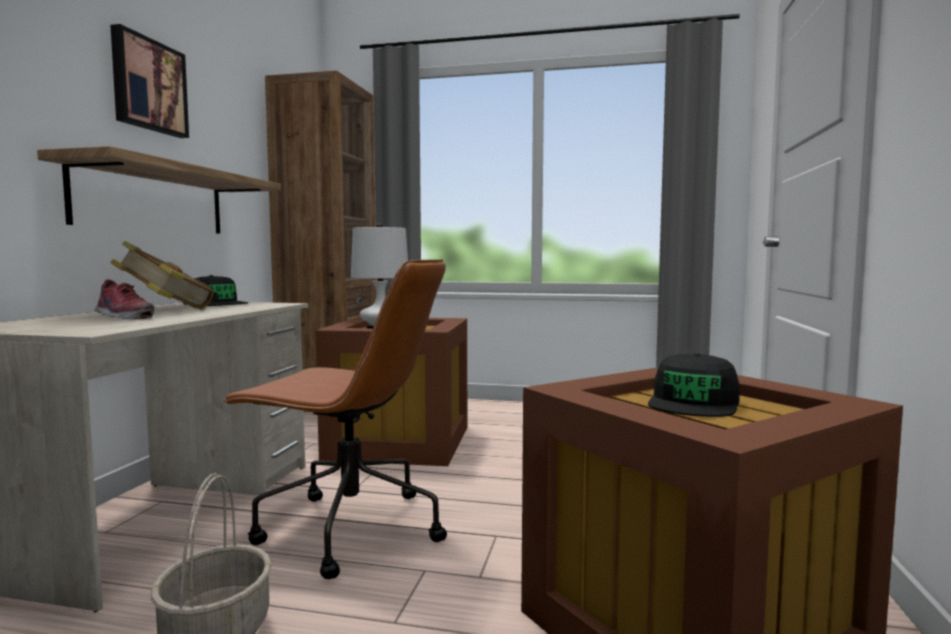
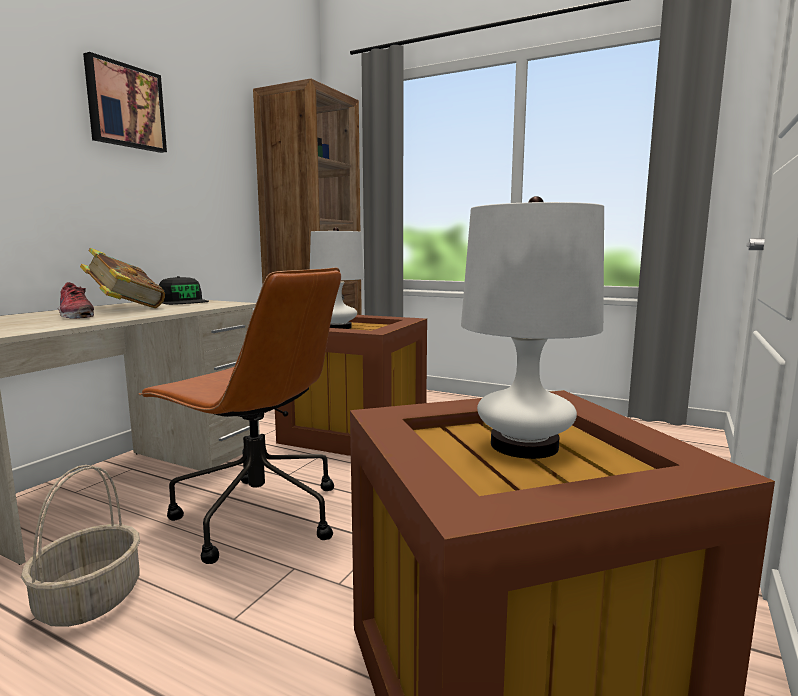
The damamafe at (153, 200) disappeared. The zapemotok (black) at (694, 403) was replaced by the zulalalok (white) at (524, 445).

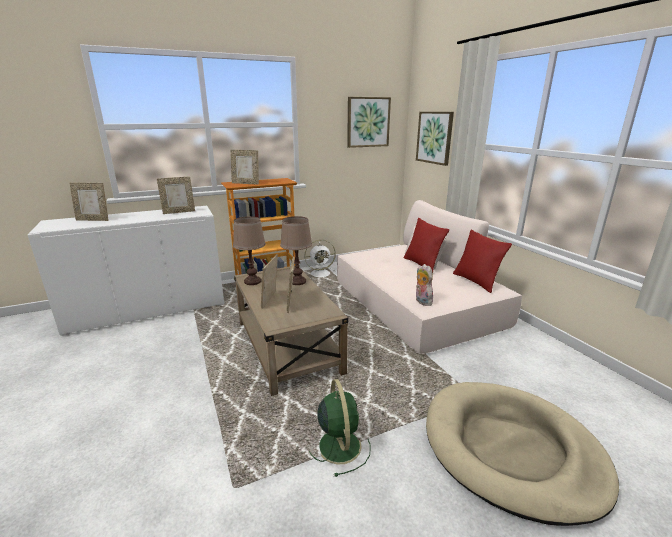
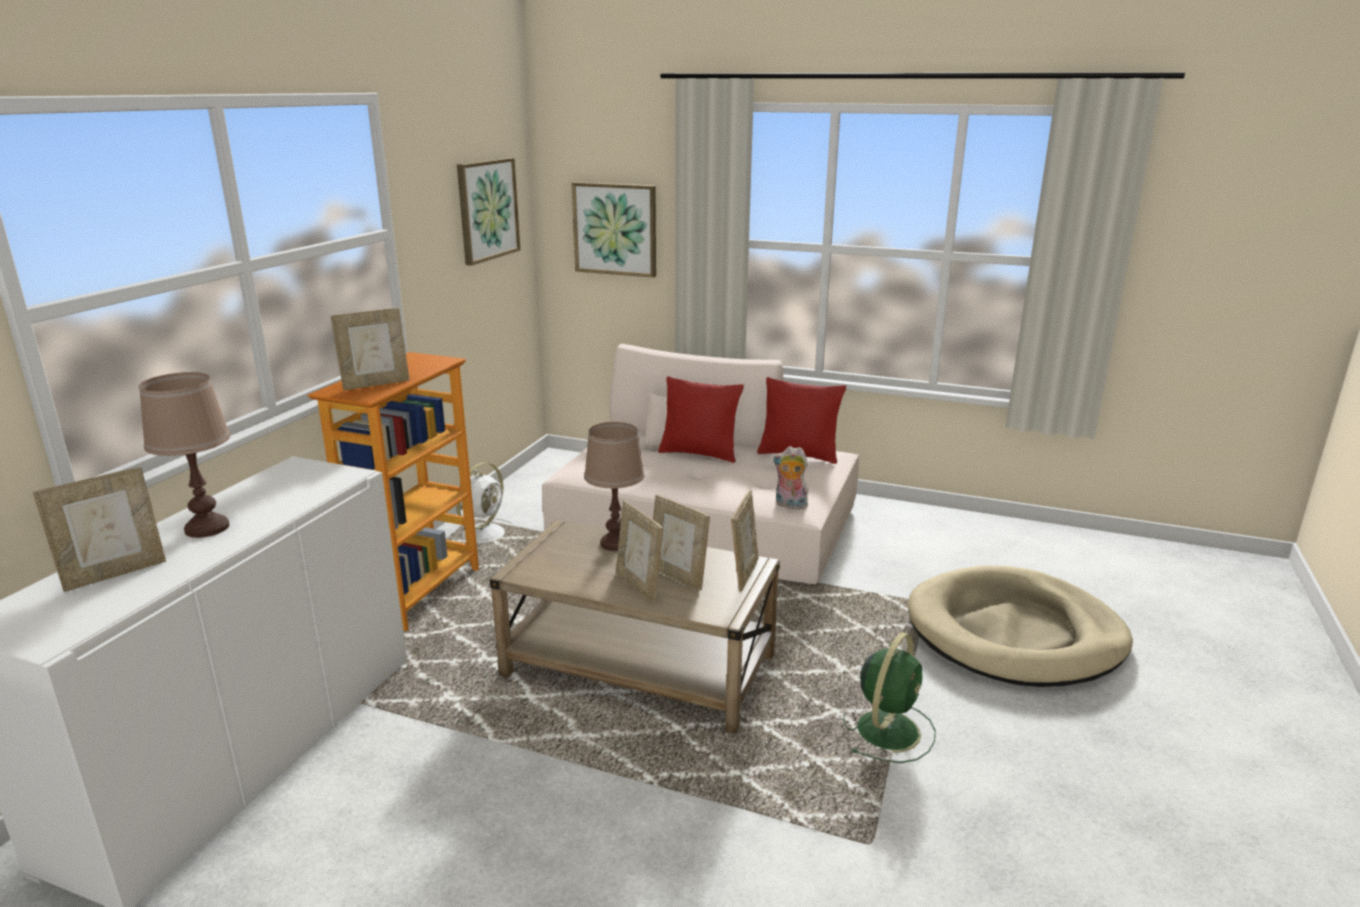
The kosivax moved from (179, 212) to (744, 574). The zulalalok (brown) moved from (252, 281) to (207, 528). The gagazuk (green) at (338, 444) turned 90 degrees clockwise.

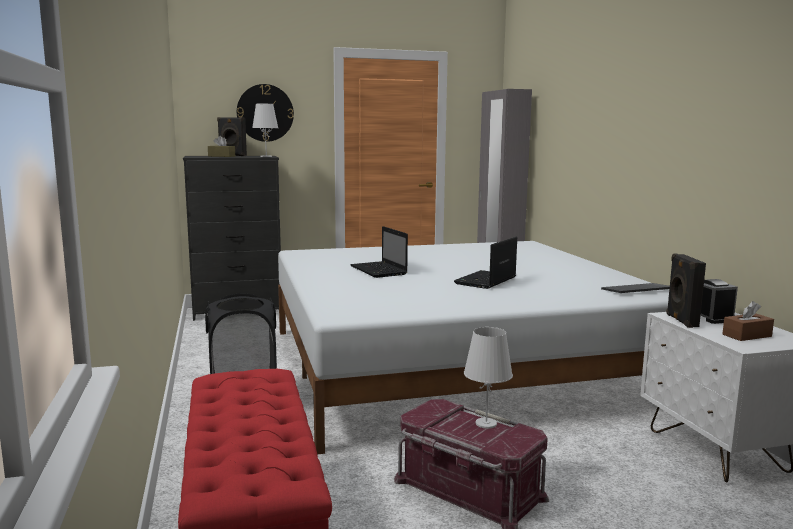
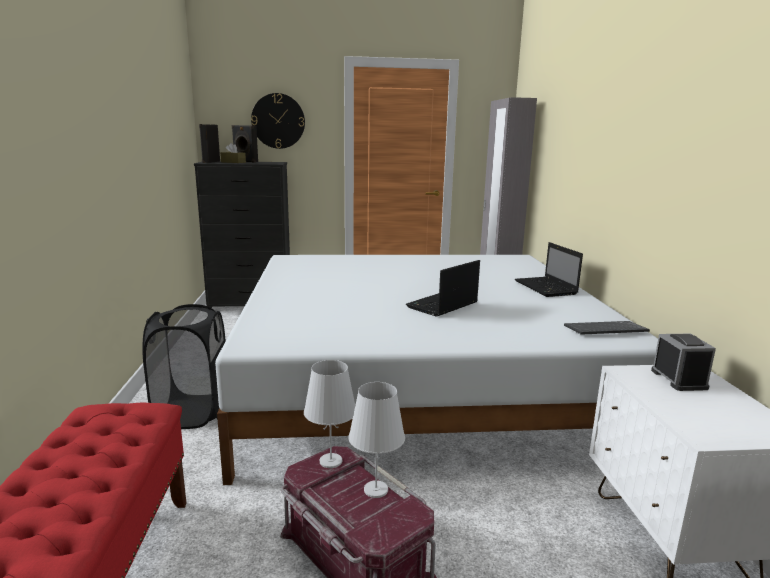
The zulalalok (white) moved from (266, 156) to (331, 461). The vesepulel moved from (379, 271) to (546, 288). The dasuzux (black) moved from (680, 320) to (210, 162). The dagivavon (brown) at (747, 335) disappeared.

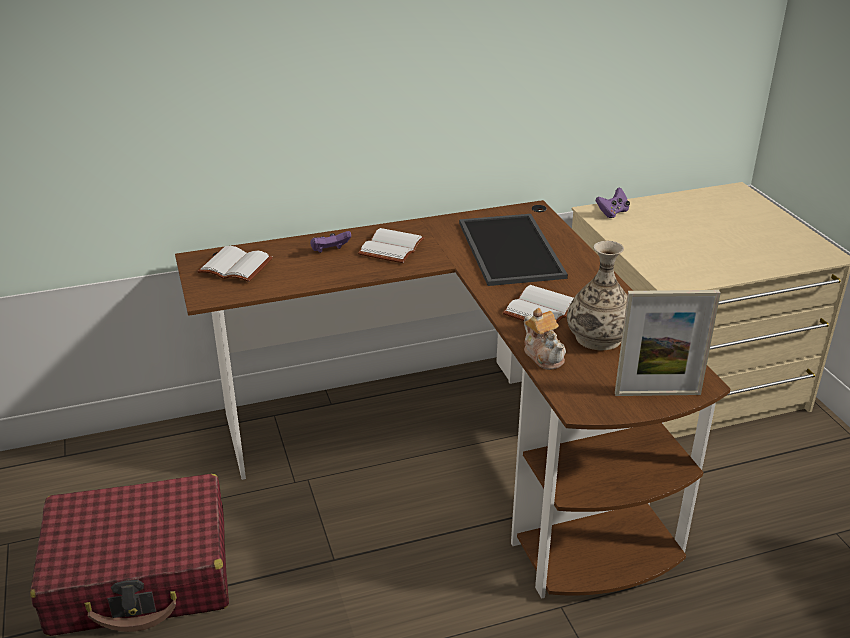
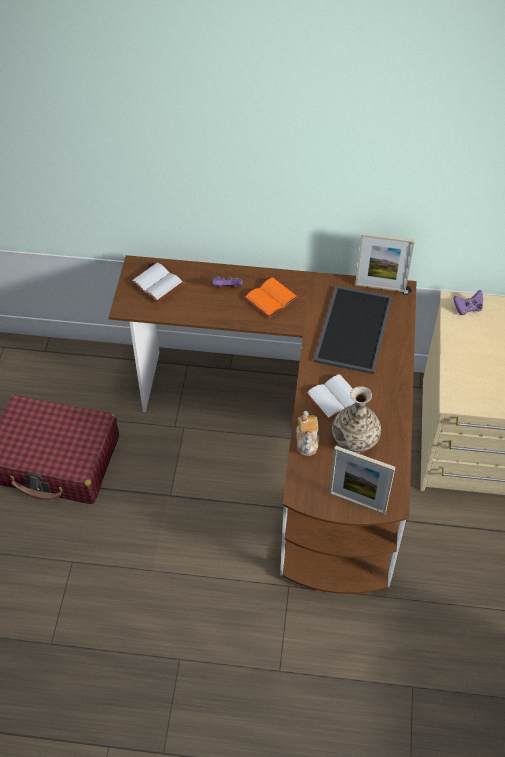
The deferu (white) at (393, 248) became the deferu (orange) at (271, 300). The kosivax at (380, 287) appeared.

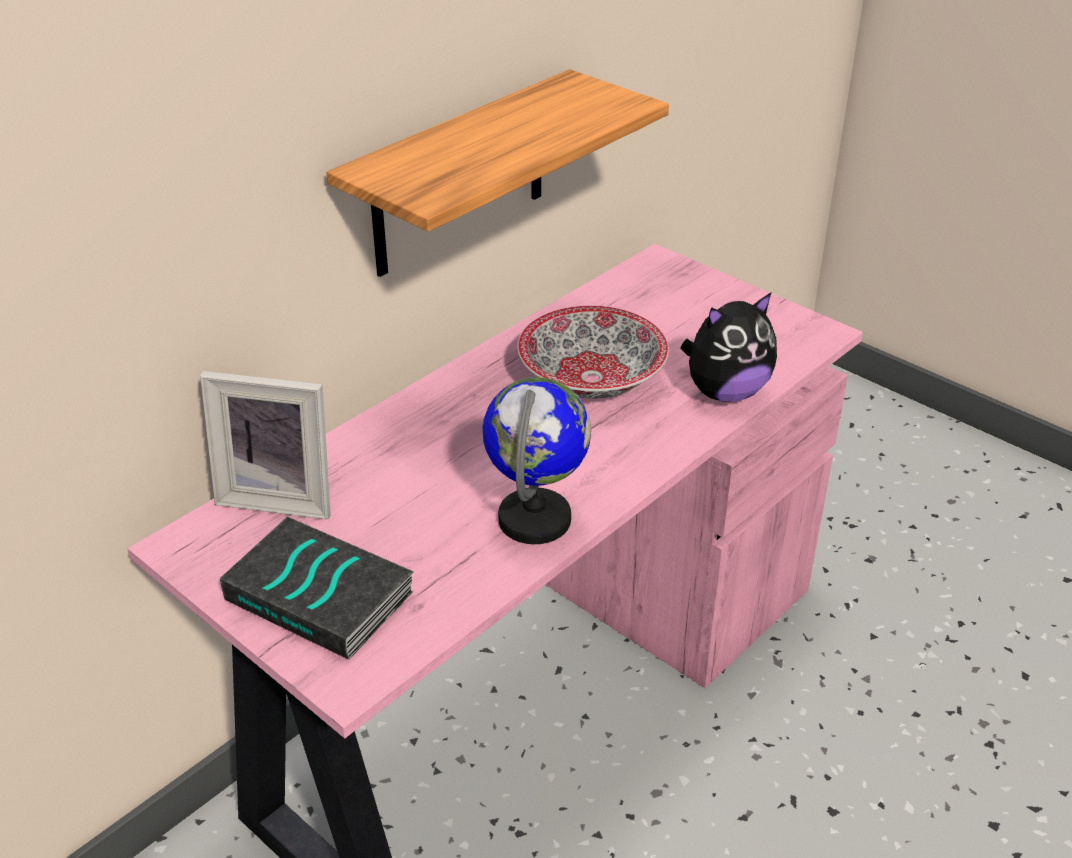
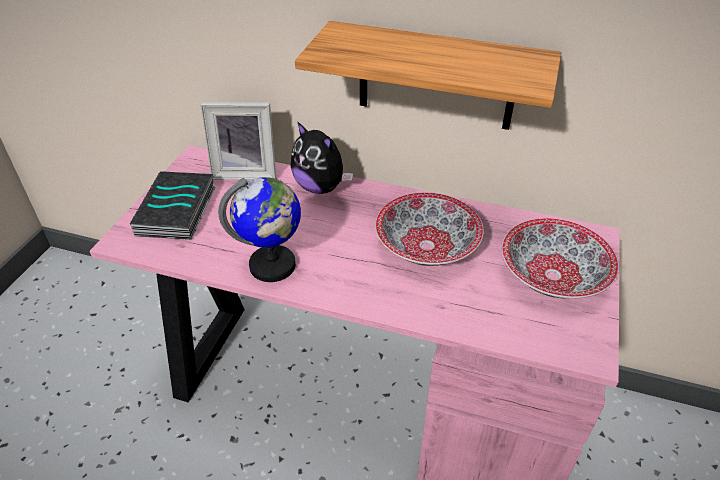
The kosivax at (280, 496) turned 75 degrees counterclockwise. The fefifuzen moved from (725, 392) to (320, 187). The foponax at (551, 276) appeared.

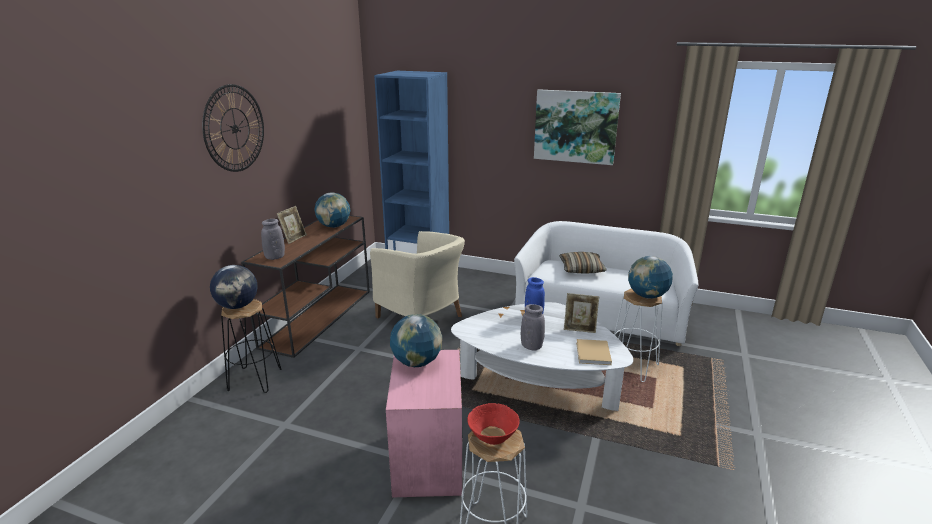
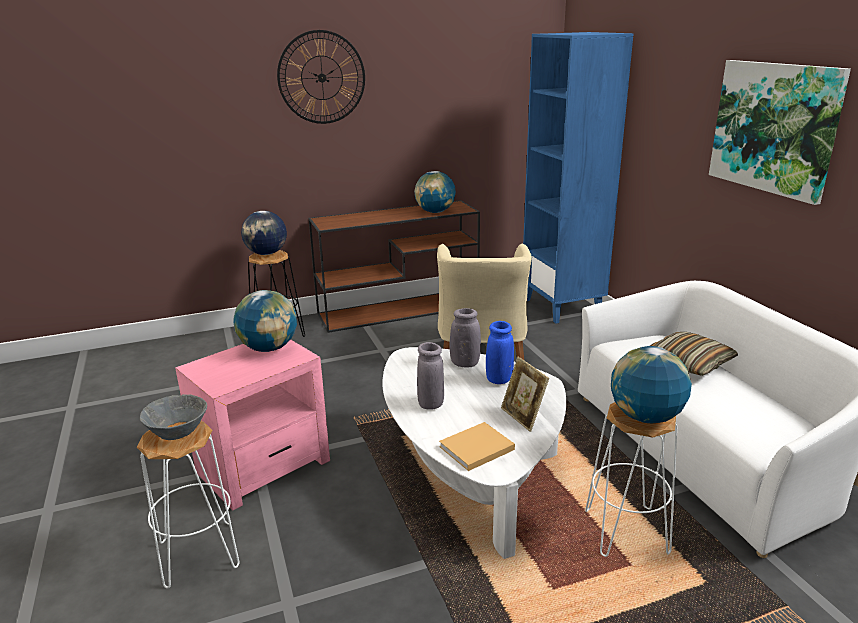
The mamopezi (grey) moved from (275, 257) to (465, 363). The kosivax at (294, 238) disappeared. The foponax (red) at (493, 435) became the foponax (grey) at (178, 431).

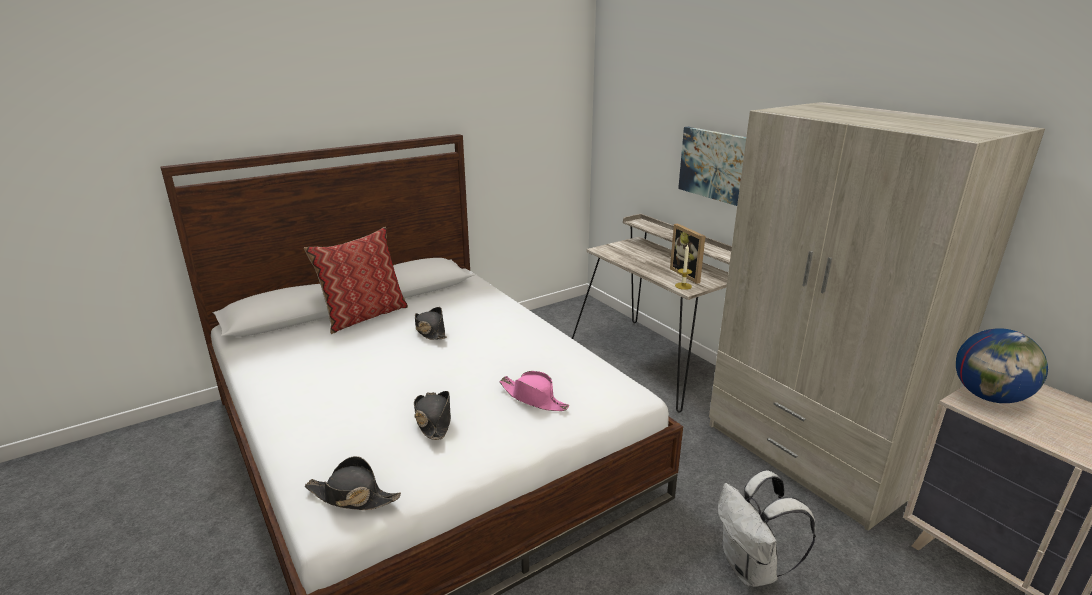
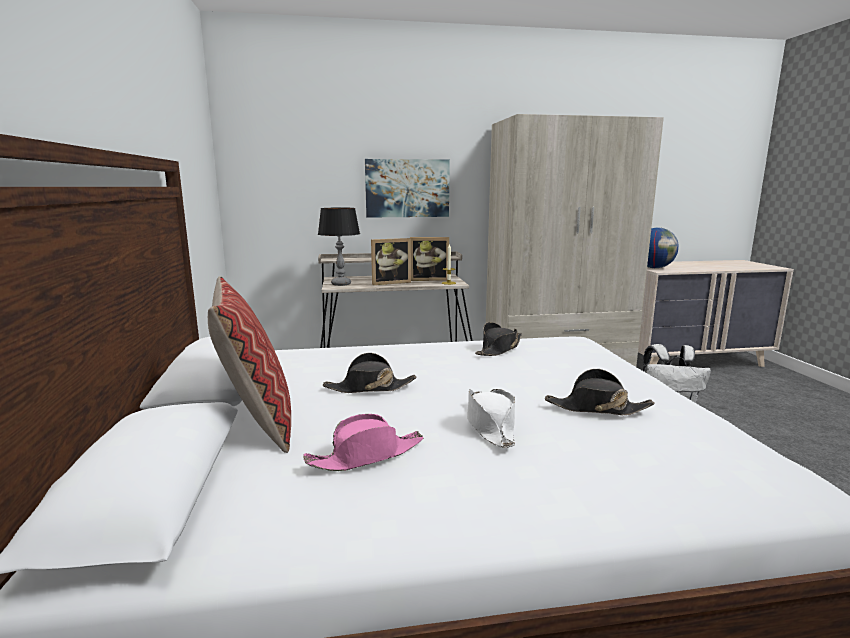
The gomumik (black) moved from (352, 496) to (499, 349). The gomumik (pink) moved from (534, 398) to (366, 455). The zulalalok at (341, 284) appeared. The kosivax at (390, 282) appeared. The gomumik (white) at (490, 425) appeared.

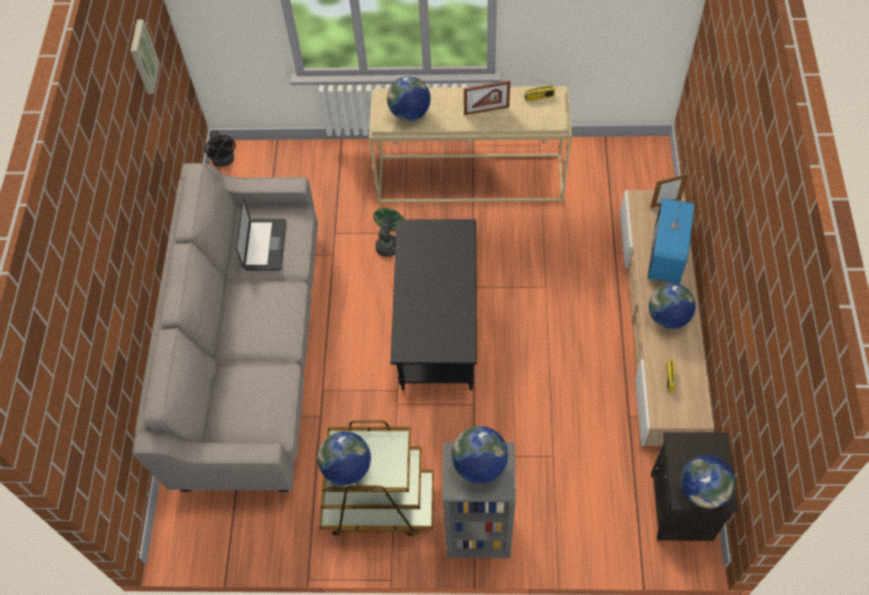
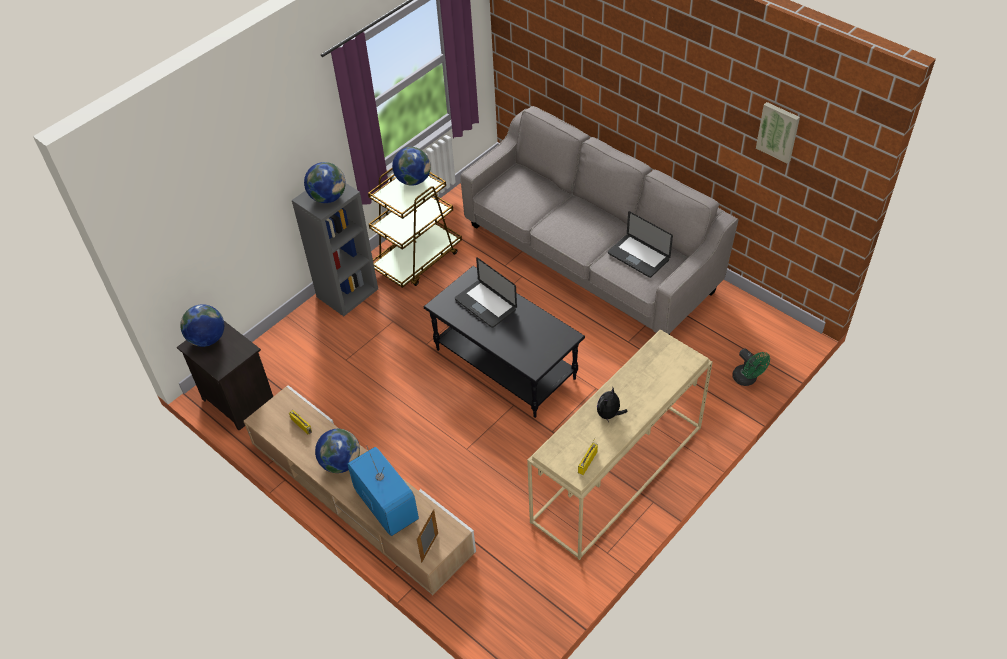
The gagazuk (black) at (224, 161) disappeared. The gagazuk (green) moved from (389, 243) to (747, 379). The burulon at (409, 113) disappeared. The kosivax at (486, 110) was replaced by the fefifuzen at (609, 414). The vesepulel at (485, 304) appeared.

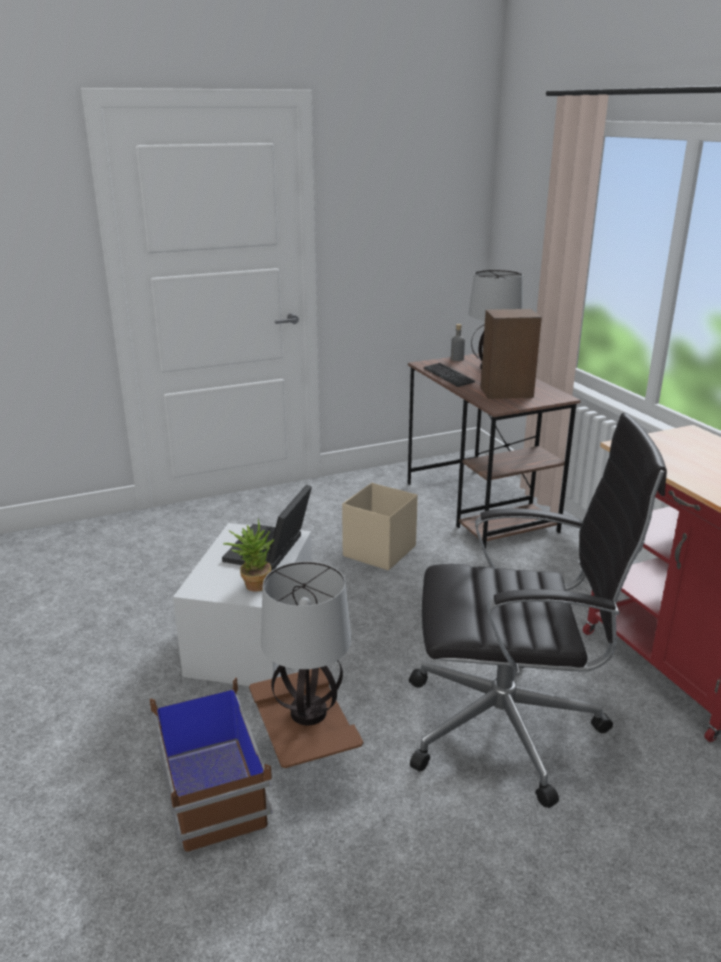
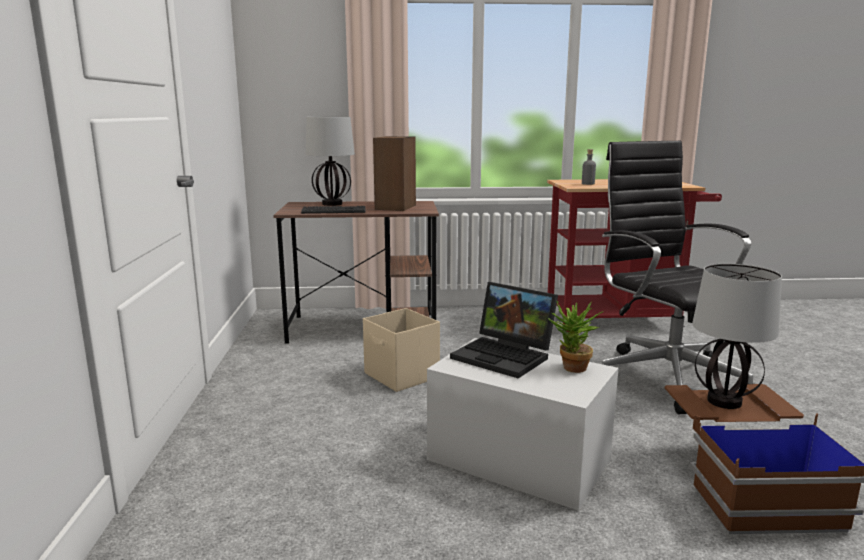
The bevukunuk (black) at (509, 727) turned 45 degrees counterclockwise. The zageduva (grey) moved from (457, 359) to (588, 184).

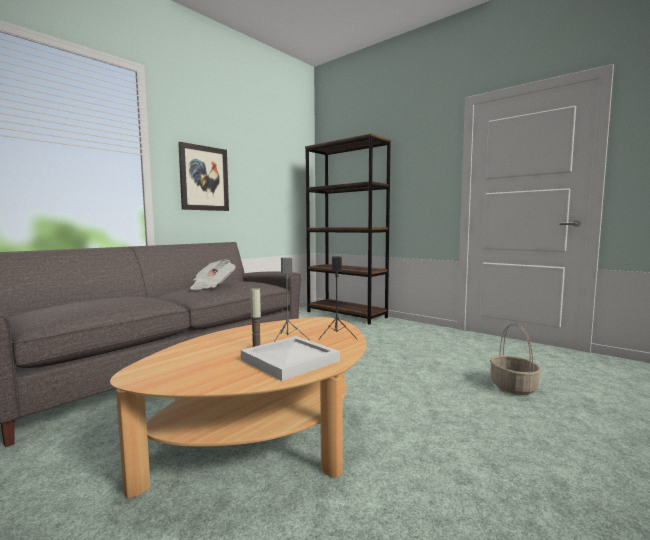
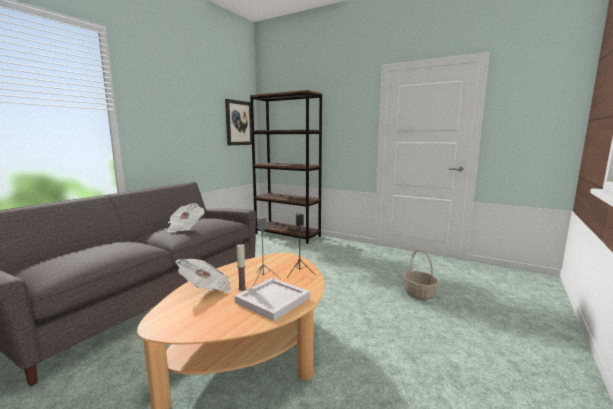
The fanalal moved from (204, 178) to (239, 123). The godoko at (206, 289) appeared.

